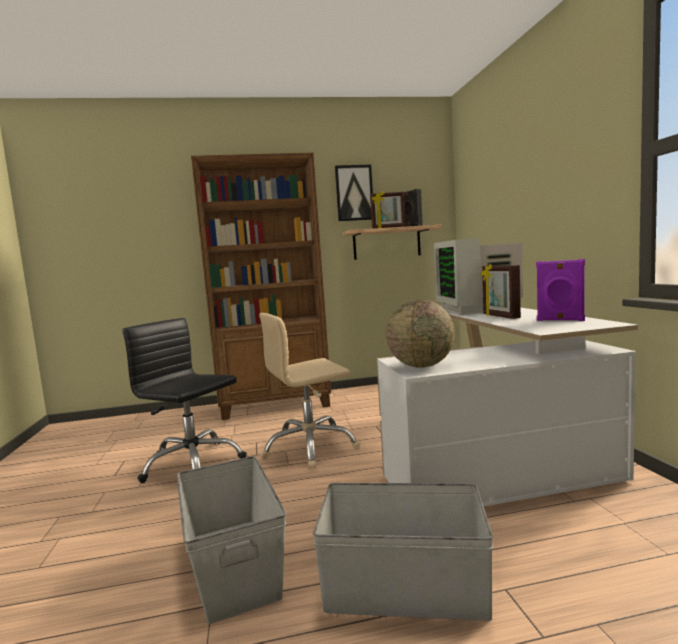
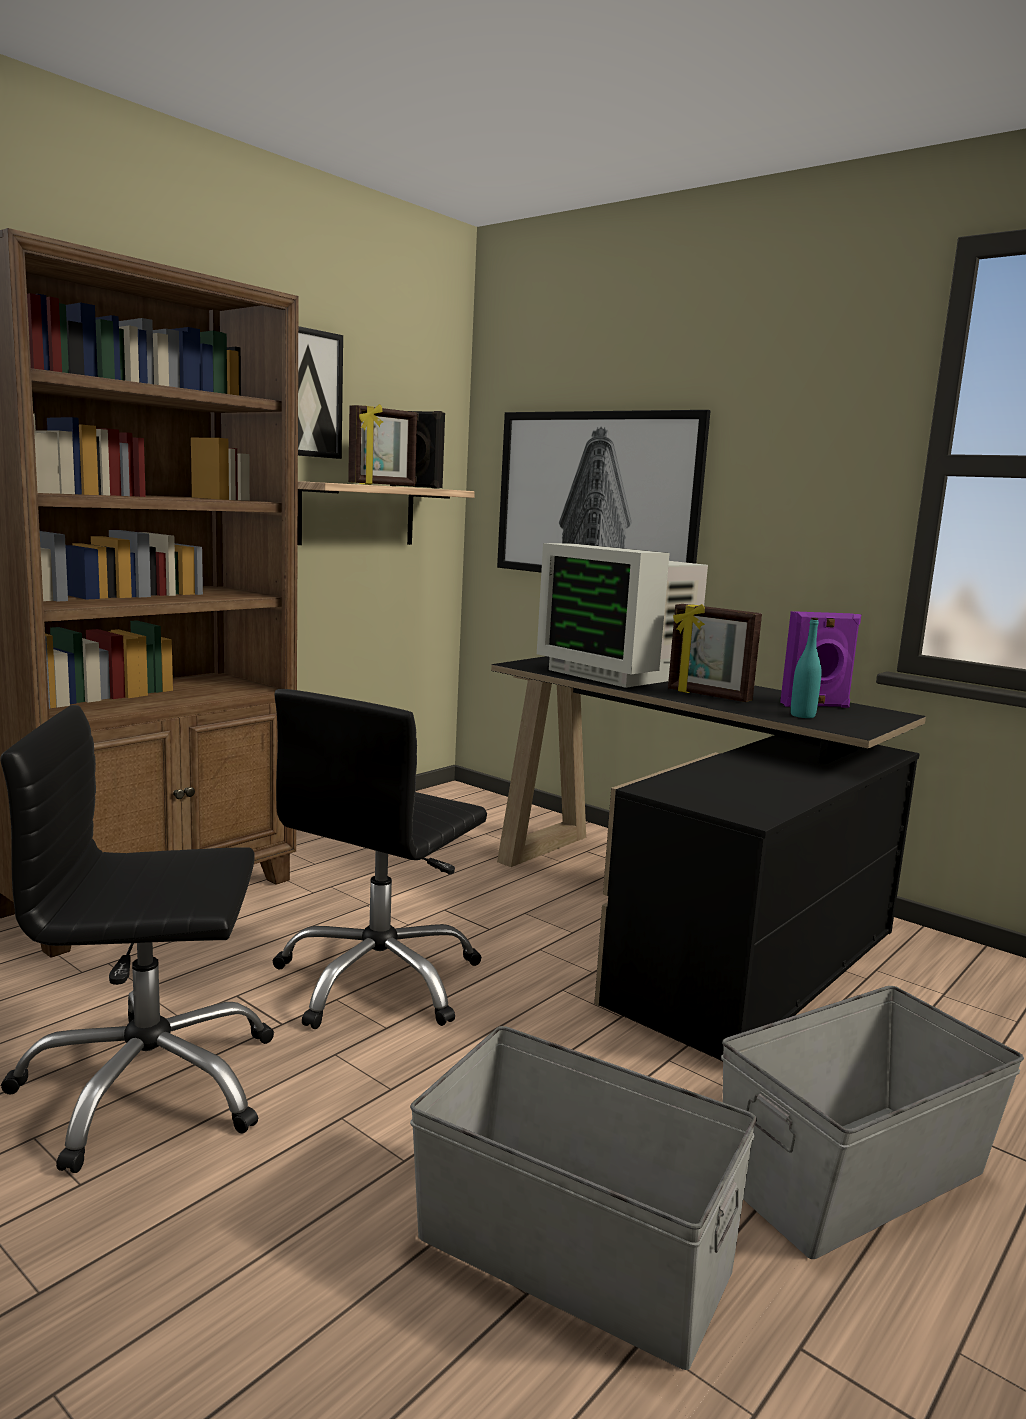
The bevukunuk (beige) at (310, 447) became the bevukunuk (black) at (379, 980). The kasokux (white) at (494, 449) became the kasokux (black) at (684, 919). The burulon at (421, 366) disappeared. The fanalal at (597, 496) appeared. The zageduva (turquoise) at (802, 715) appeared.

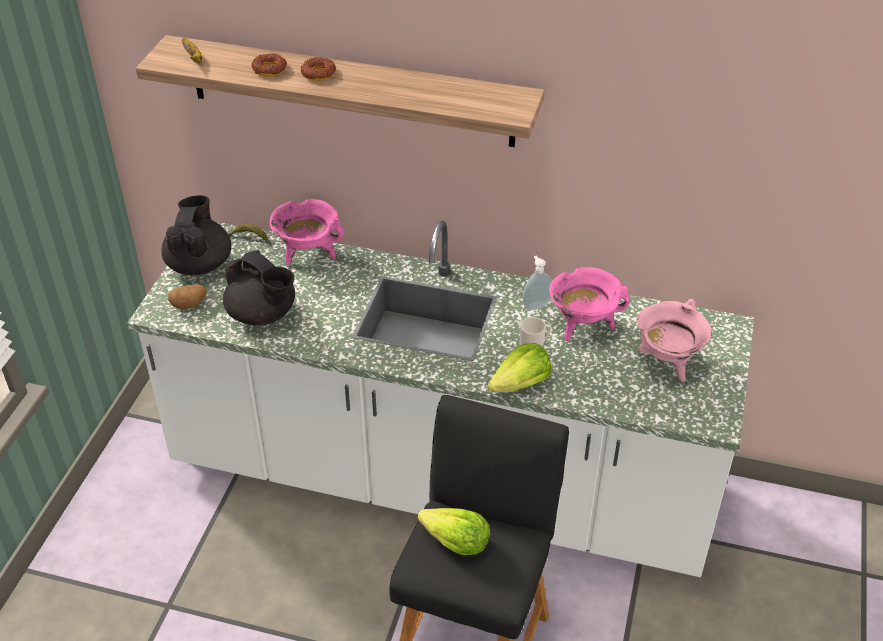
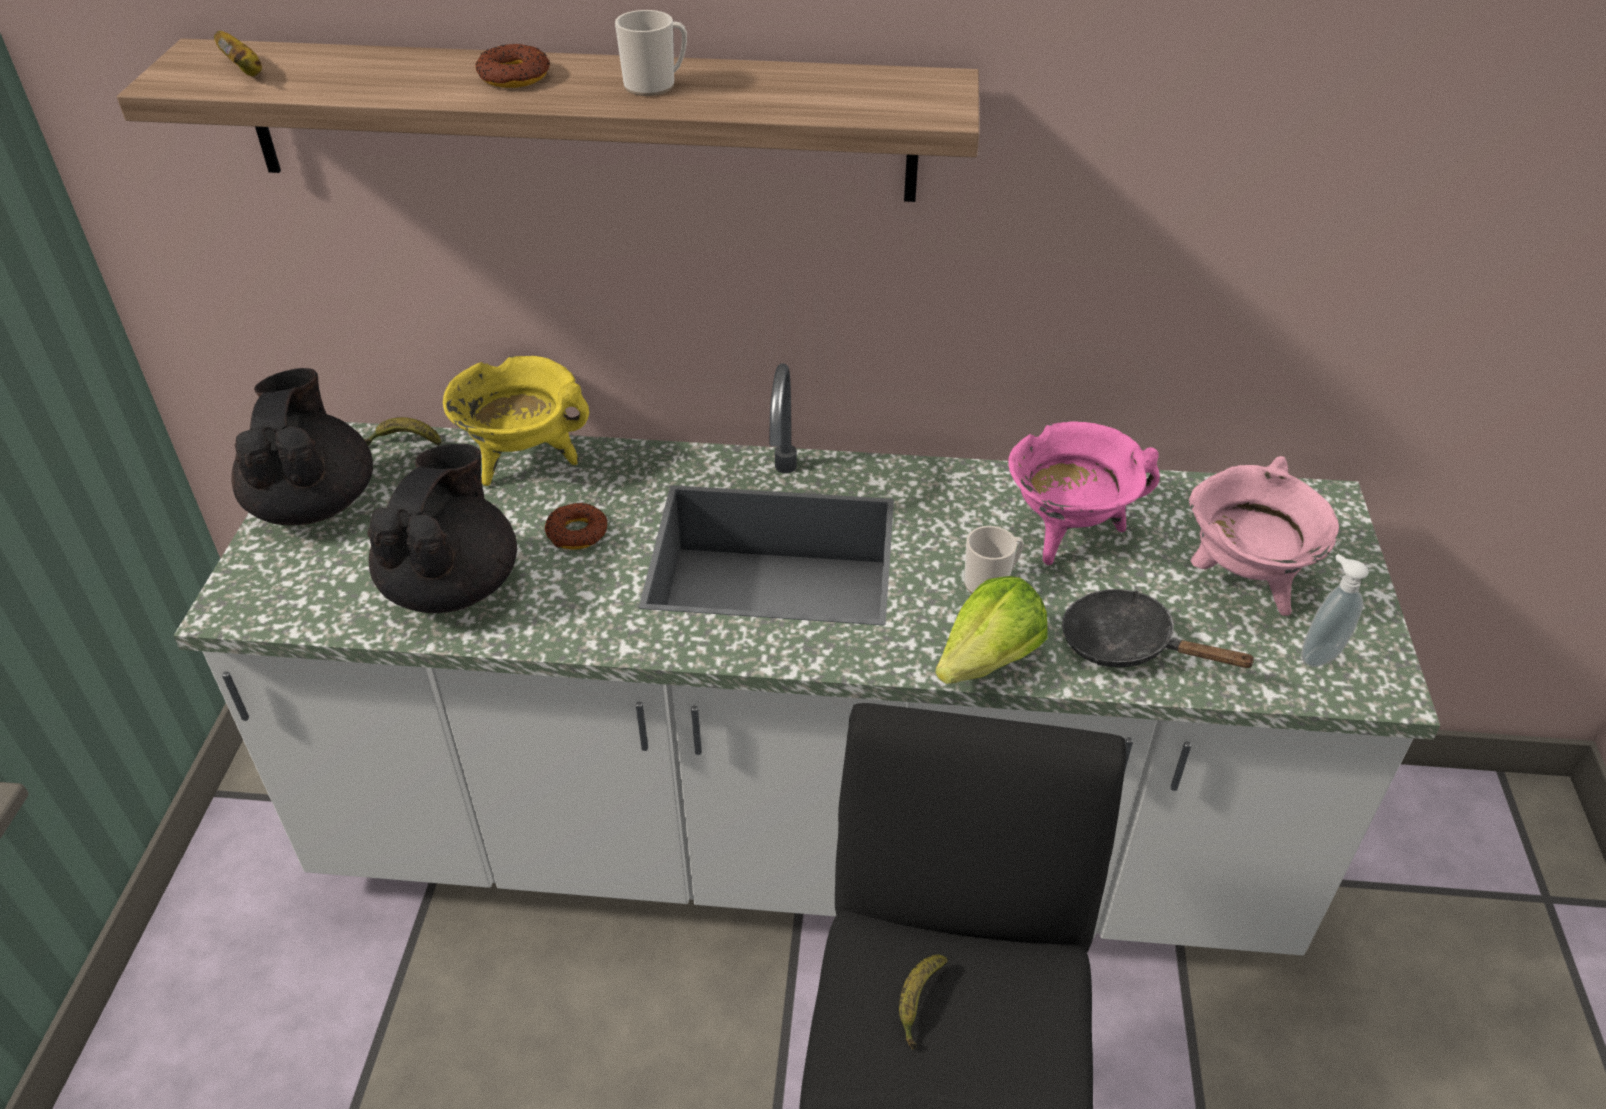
The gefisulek at (189, 304) disappeared. The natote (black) at (263, 314) turned 105 degrees counterclockwise. The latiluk moved from (269, 69) to (577, 533). The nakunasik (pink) at (308, 254) became the nakunasik (yellow) at (524, 461). The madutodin at (455, 542) was replaced by the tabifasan at (918, 1002). The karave moved from (536, 305) to (1318, 654). The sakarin at (655, 85) appeared. The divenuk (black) at (1127, 645) appeared.

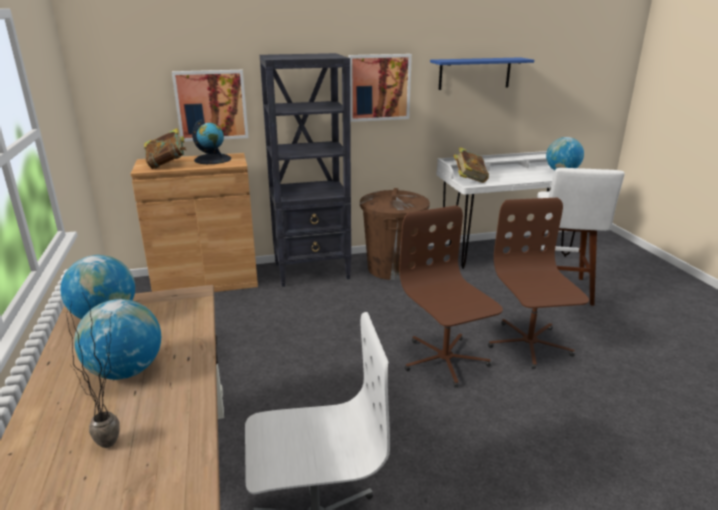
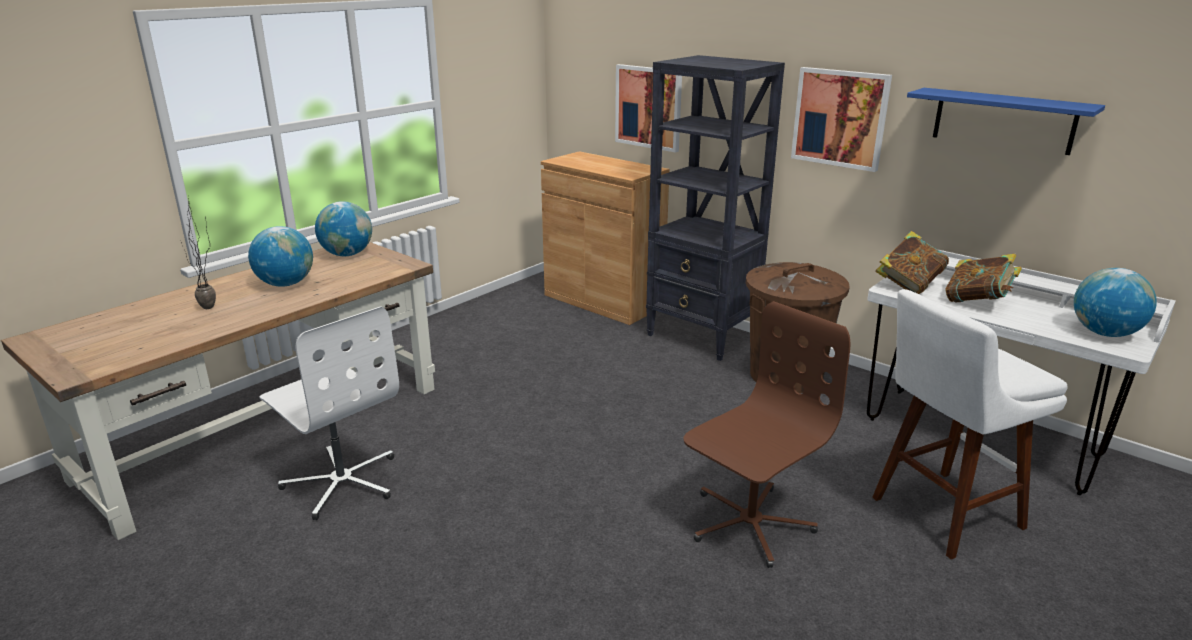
The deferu moved from (167, 165) to (978, 302). The burulon at (213, 159) disappeared. The bevukunuk (brown) at (444, 360) disappeared.

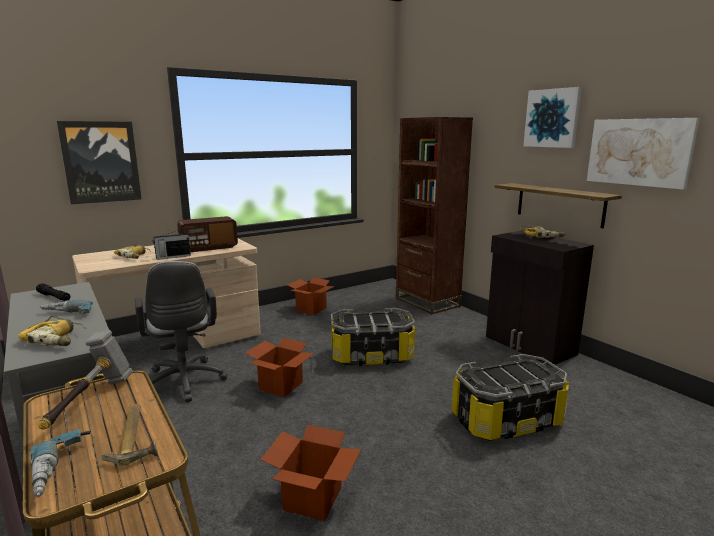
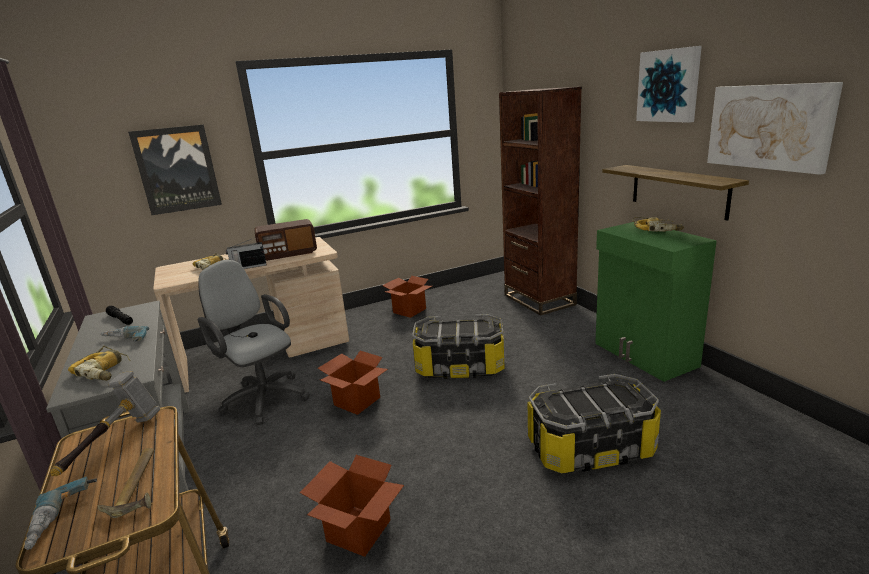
The bevukunuk (grey) at (184, 383) turned 150 degrees clockwise. The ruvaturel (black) at (529, 346) became the ruvaturel (green) at (644, 355).

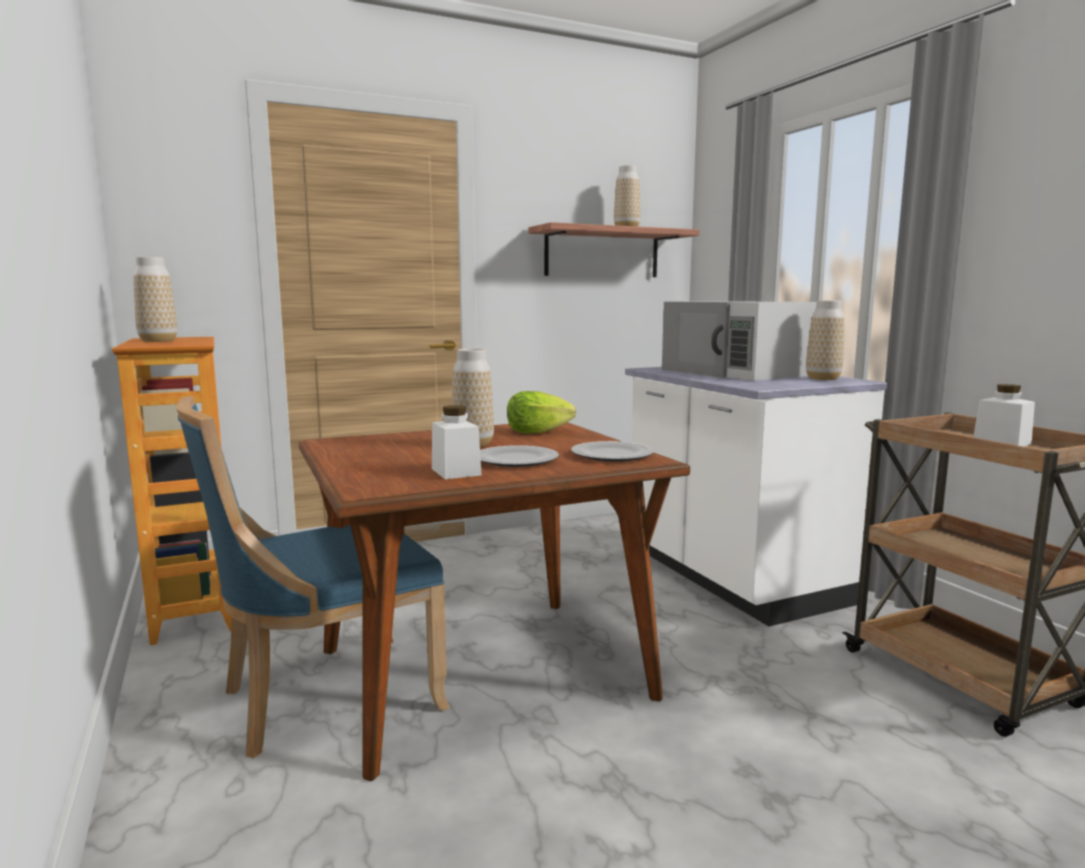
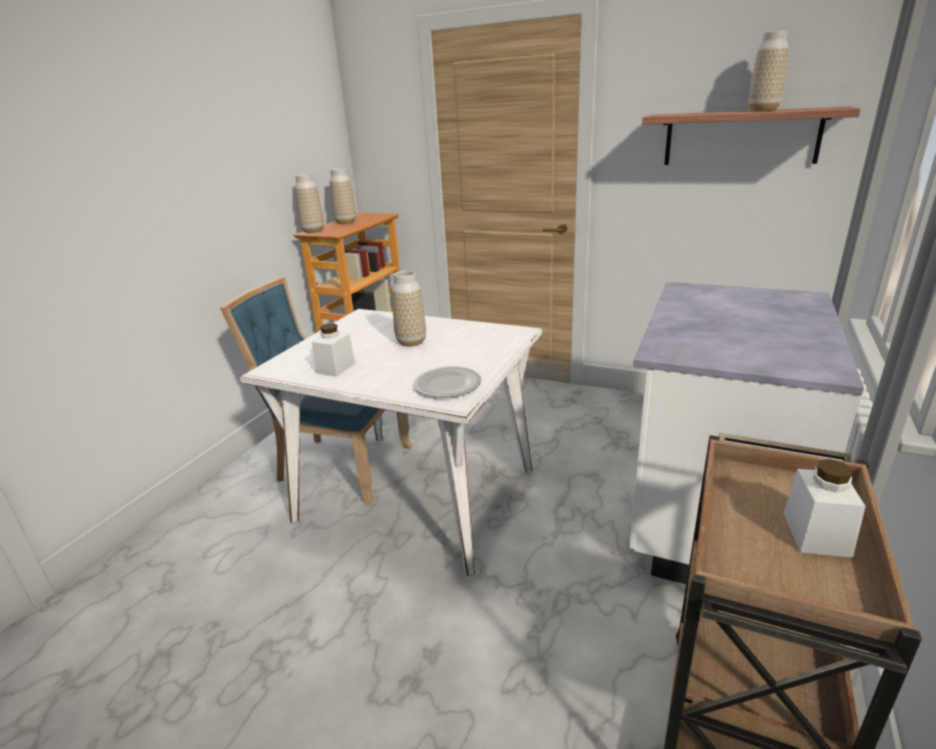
The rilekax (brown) at (481, 674) became the rilekax (white) at (415, 494). The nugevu at (517, 460) disappeared. The madutodin at (537, 432) disappeared. The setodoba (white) at (738, 372) disappeared. The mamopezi moved from (823, 378) to (313, 231).

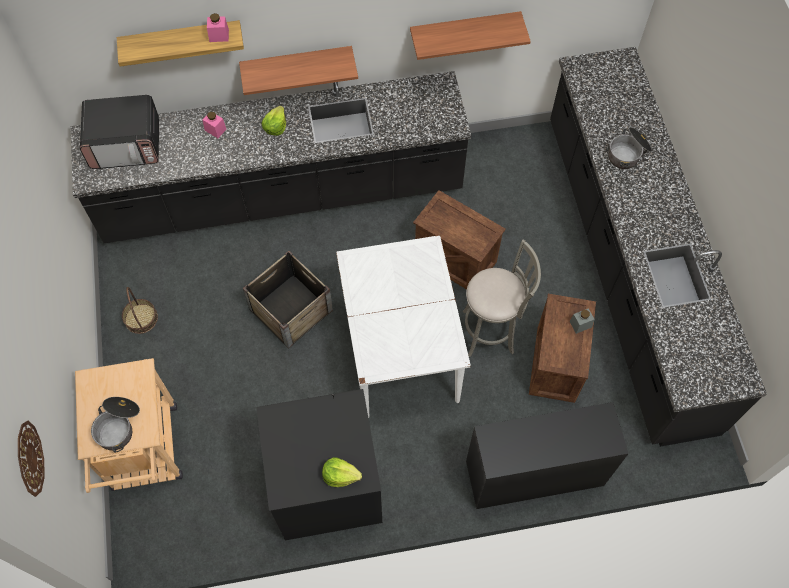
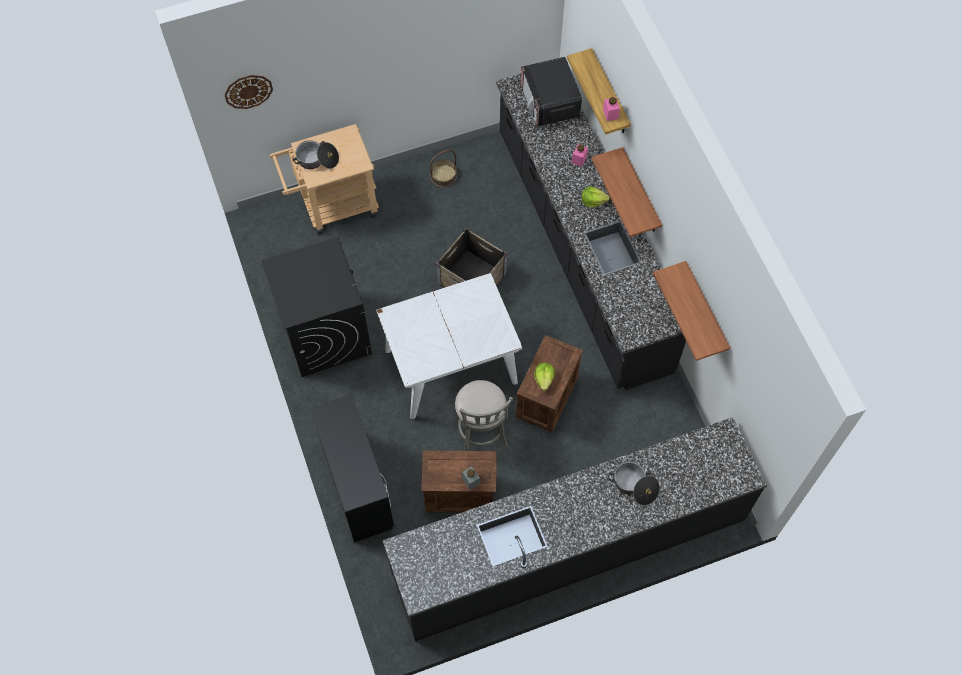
The madutodin moved from (340, 475) to (544, 379).

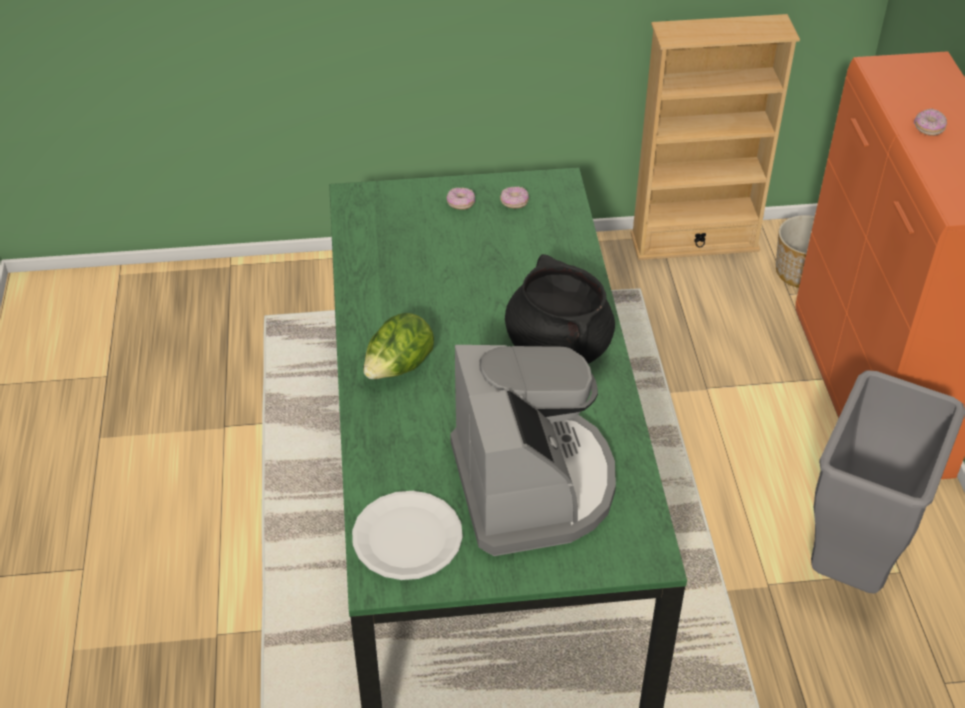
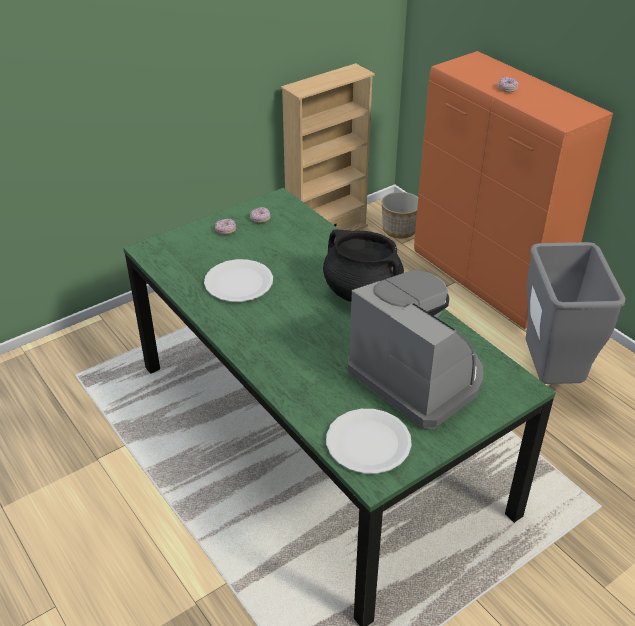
The madutodin at (398, 368) disappeared. The nugevu (white) at (238, 282) appeared.

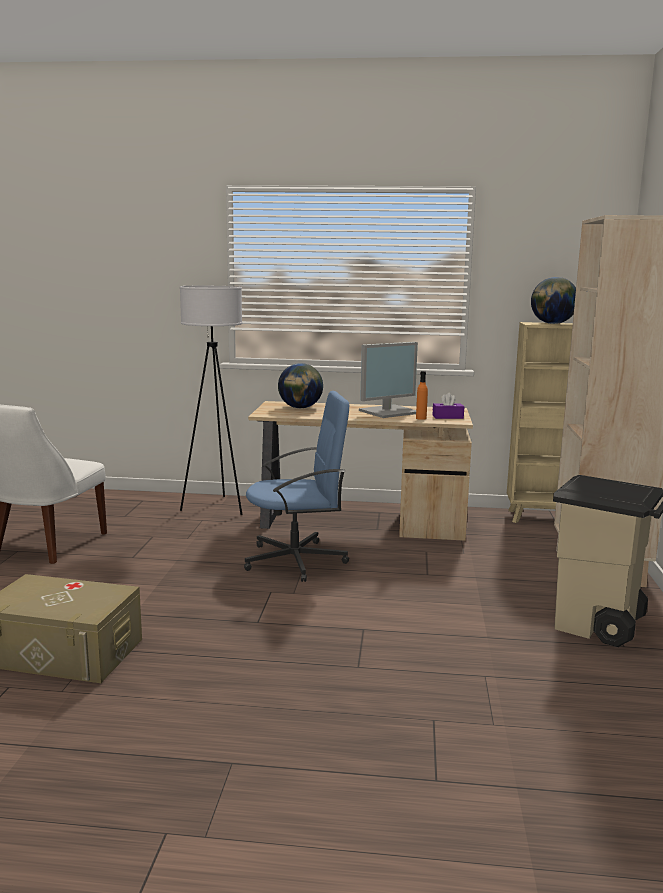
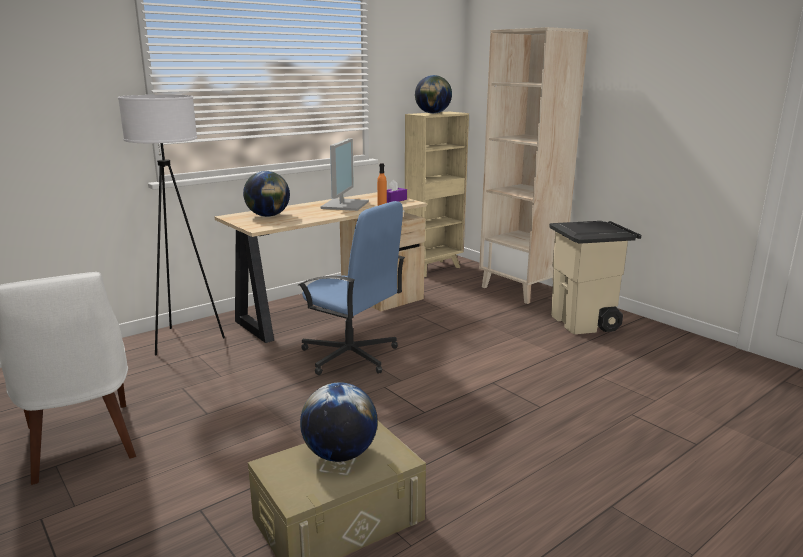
The bevukunuk (blue) at (296, 560) turned 90 degrees clockwise. The burulon at (340, 454) appeared.

